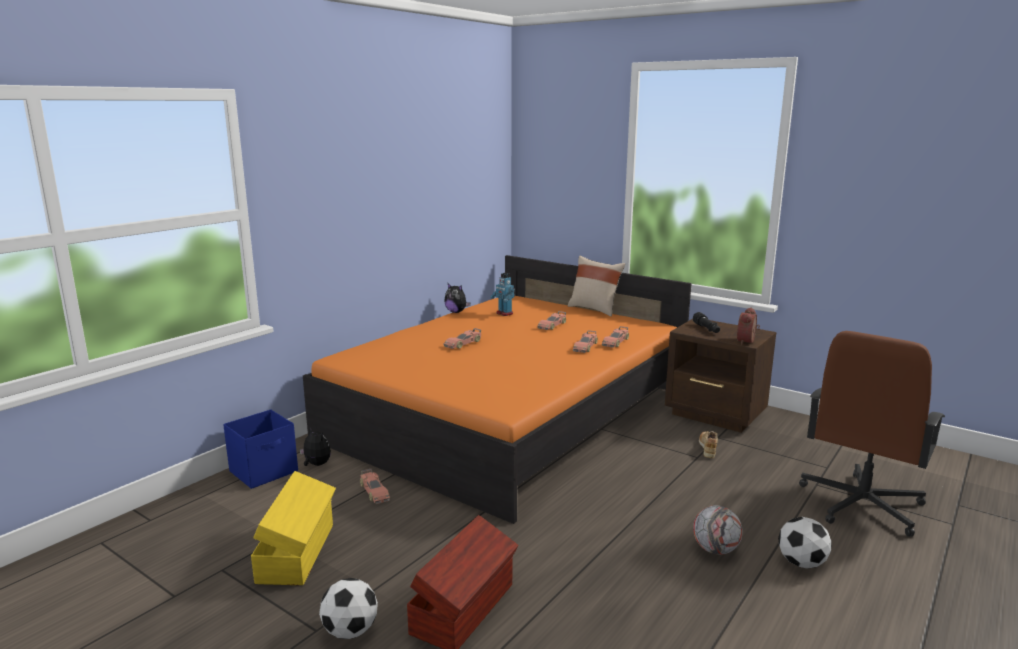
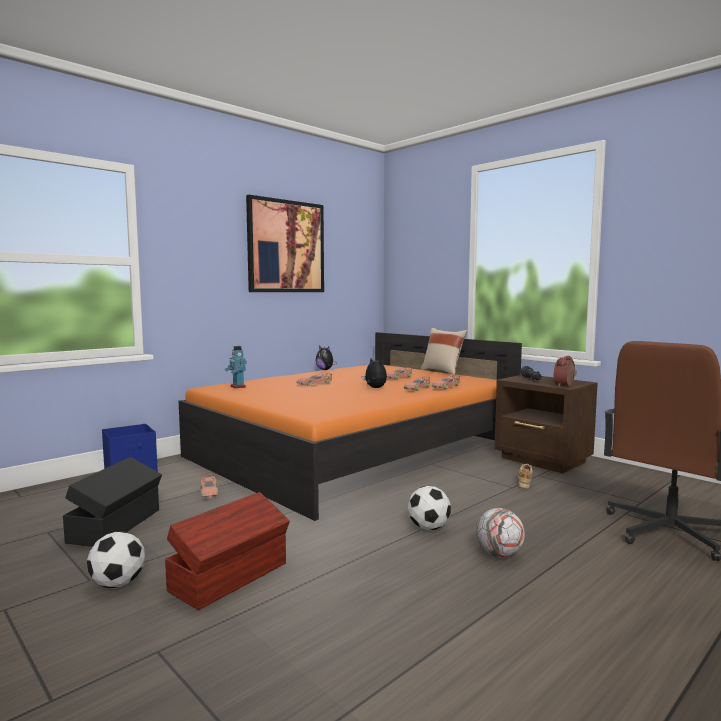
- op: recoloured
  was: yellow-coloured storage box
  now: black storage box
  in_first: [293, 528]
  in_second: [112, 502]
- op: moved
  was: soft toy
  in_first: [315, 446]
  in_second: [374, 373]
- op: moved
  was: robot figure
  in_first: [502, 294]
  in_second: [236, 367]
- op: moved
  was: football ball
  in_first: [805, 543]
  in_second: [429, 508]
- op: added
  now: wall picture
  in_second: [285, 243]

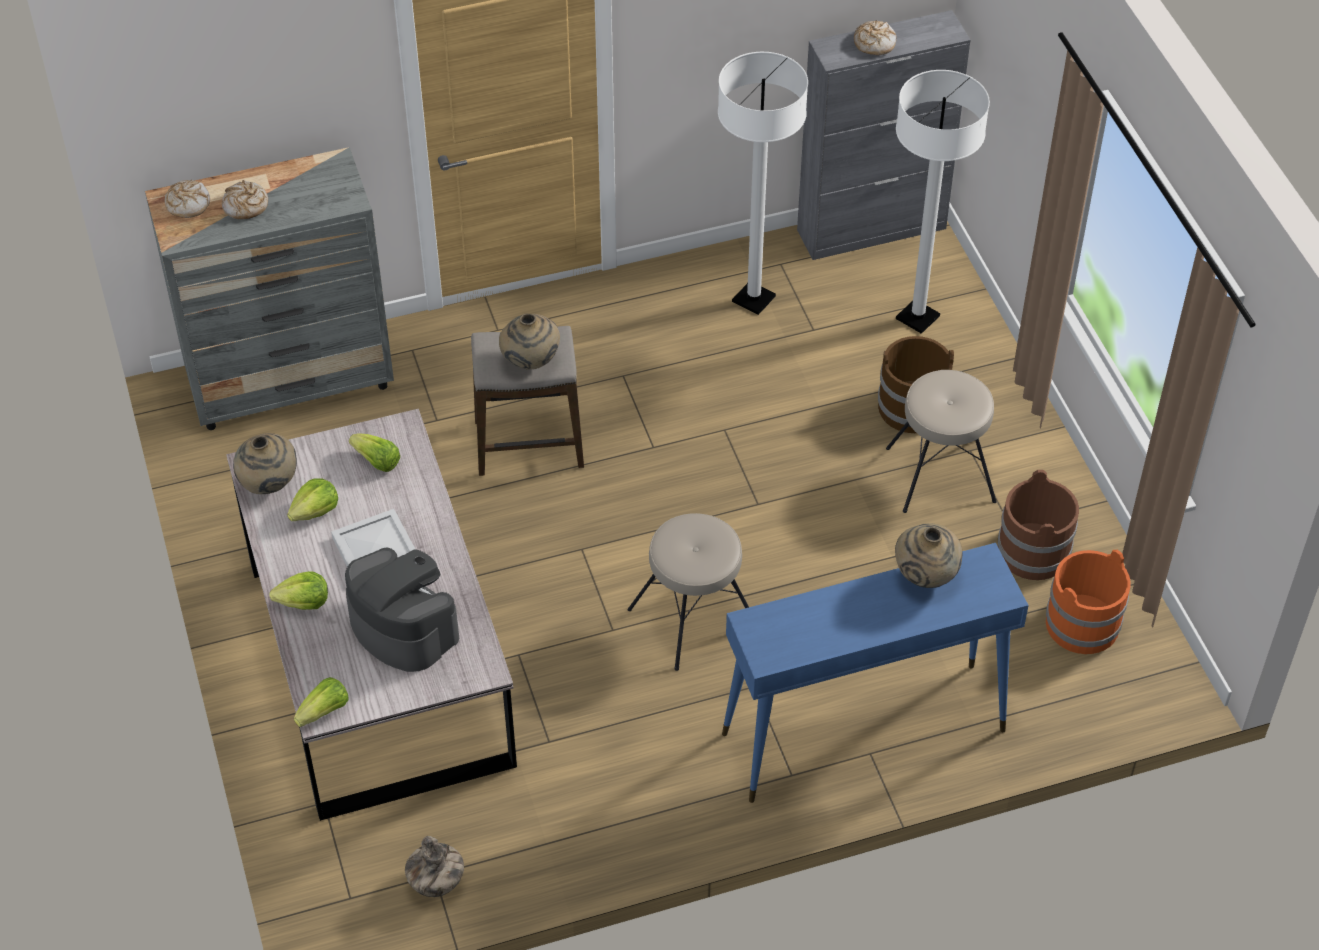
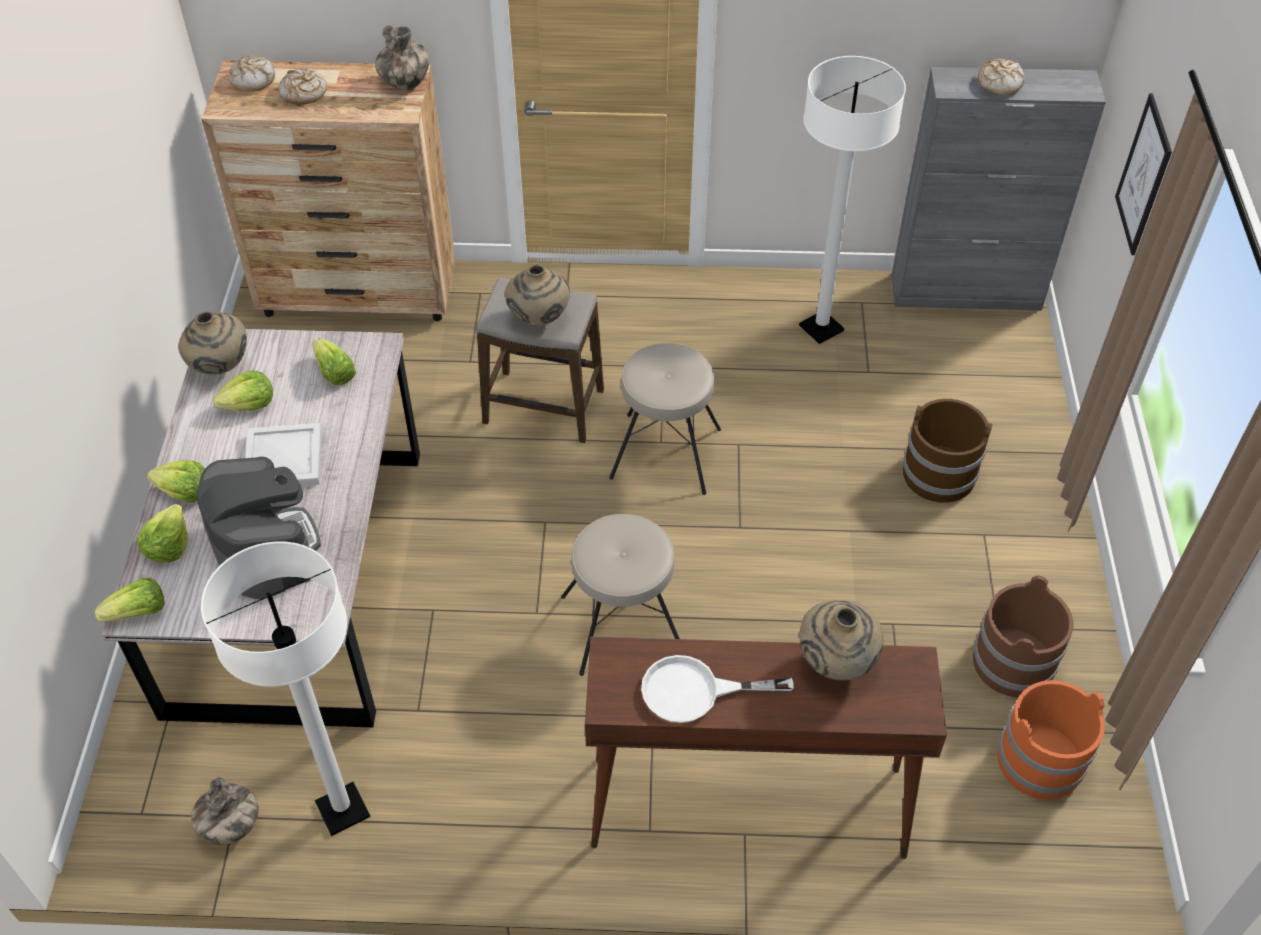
- op: recoloured
  was: grey chest of drawers
  now: brownish chest of drawers
  in_first: [269, 288]
  in_second: [328, 190]
- op: recoloured
  was: bluish hall table
  now: brownish hall table
  in_first: [875, 673]
  in_second: [766, 747]
- op: moved
  was: beige stool seat
  in_first: [941, 441]
  in_second: [665, 419]
- op: moved
  was: white standing lamp
  in_first: [943, 202]
  in_second: [285, 688]
- op: added
  now: lettuce head
  in_second: [162, 533]
- op: added
  now: vase
  in_second: [402, 57]
- op: added
  now: white pan
  in_second: [717, 689]
- op: added
  now: wall picture
  in_second: [1143, 174]

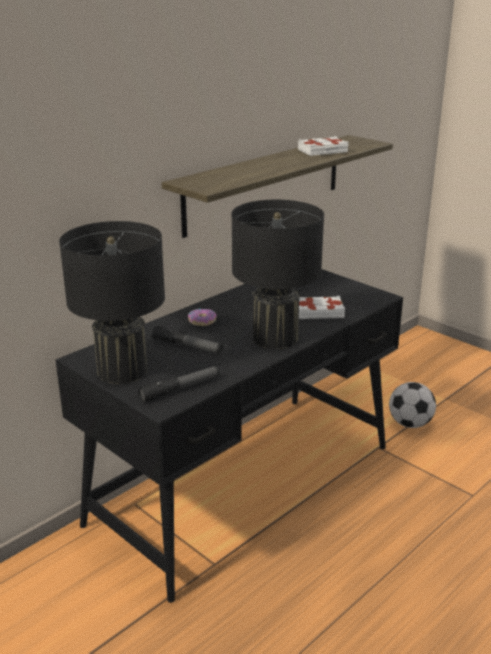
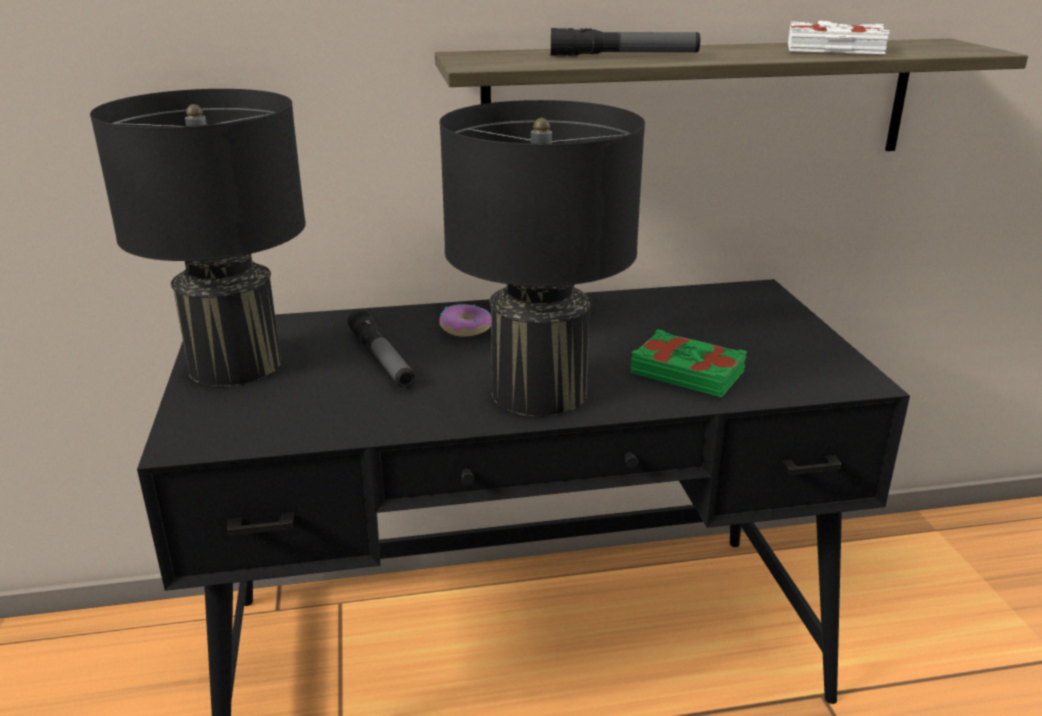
- op: moved
  was: torch
  in_first: [178, 384]
  in_second: [625, 42]
- op: recoloured
  was: white book
  now: green-coloured book
  in_first: [322, 307]
  in_second: [689, 363]
- op: removed
  was: football ball
  in_first: [412, 405]

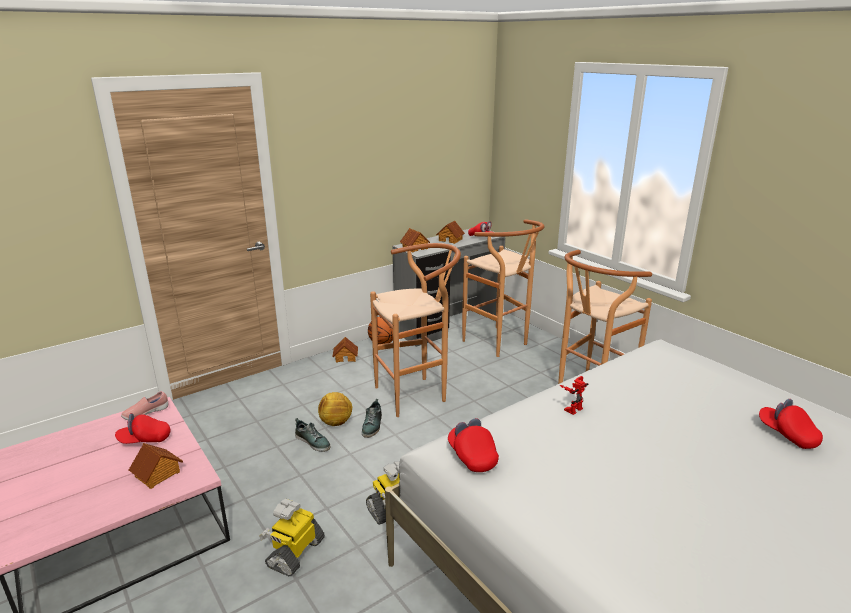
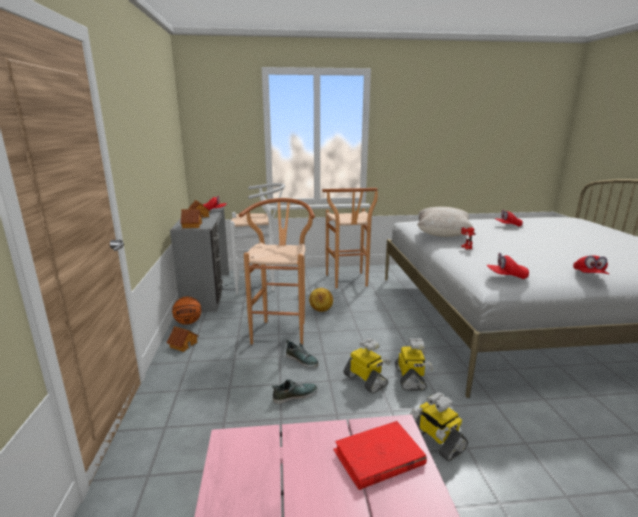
- op: moved
  was: red cap
  in_first: [142, 428]
  in_second: [591, 265]
- op: removed
  was: pinkish shoe
  in_first: [144, 405]
- op: replaced
  was: toy house
  now: red book
  in_first: [156, 466]
  in_second: [380, 455]
- op: moved
  was: football ball
  in_first: [335, 409]
  in_second: [321, 300]
- op: recoloured
  was: brownish stool seat
  now: white stool seat
  in_first: [503, 288]
  in_second: [257, 239]
- op: added
  now: robot figure
  in_second: [367, 366]
- op: added
  now: beige pillow
  in_second: [445, 222]

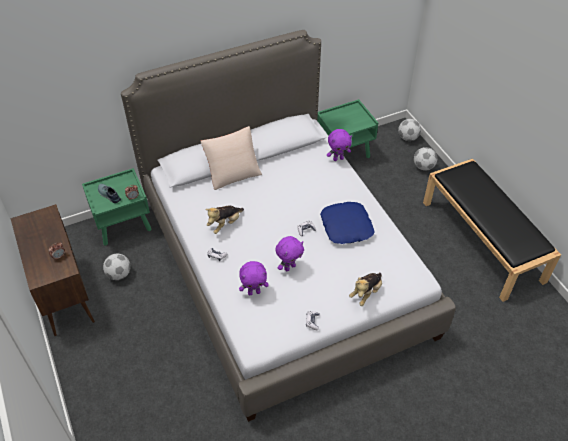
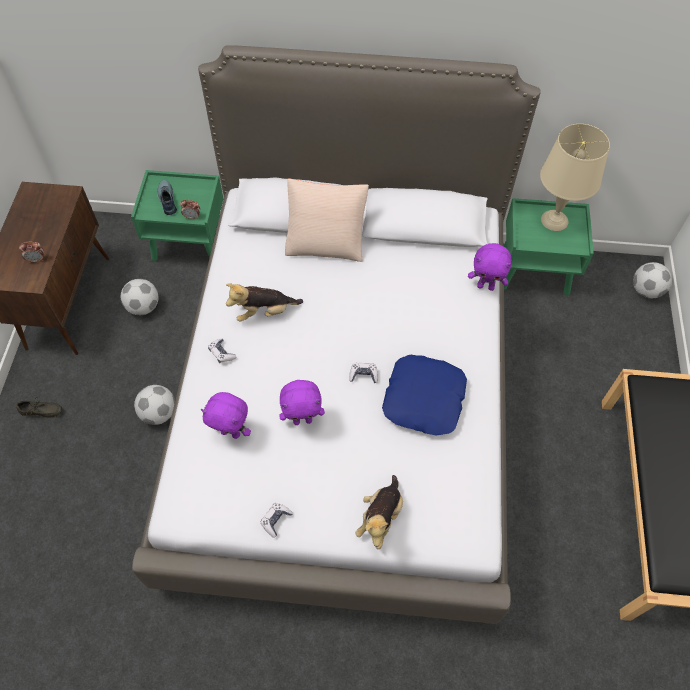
- op: turned
  was: soft toy
  in_first: [365, 289]
  in_second: [379, 512]
  clockwise: -45
- op: moved
  was: football ball
  in_first: [425, 159]
  in_second: [154, 405]
- op: added
  now: grey shoe
  in_second: [39, 407]
- op: added
  now: beige tabletop lamp
  in_second: [575, 177]

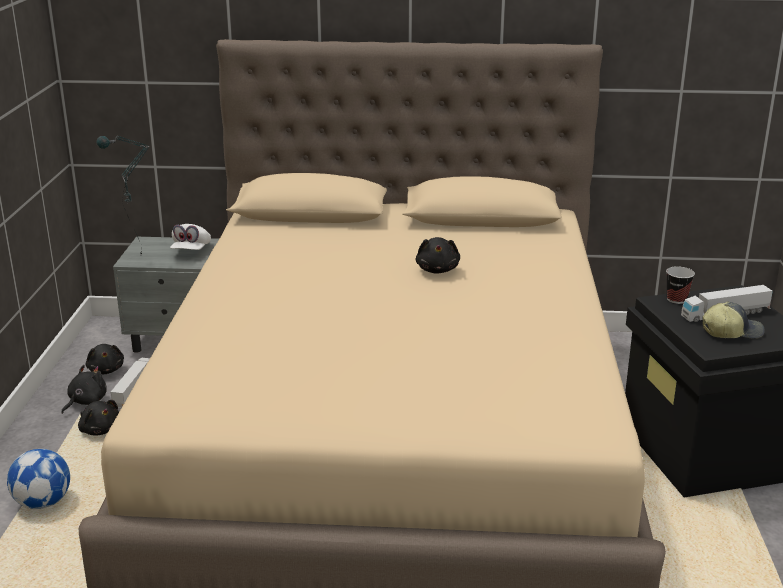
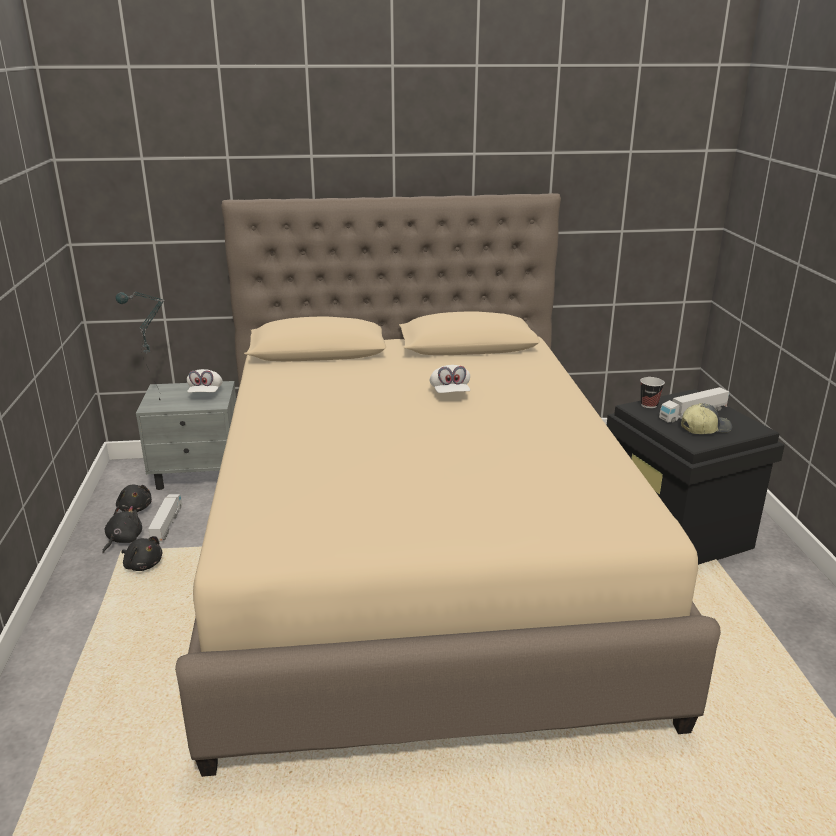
- op: removed
  was: football ball
  in_first: [38, 479]
- op: replaced
  was: black soft toy
  now: white cap
  in_first: [438, 255]
  in_second: [450, 379]

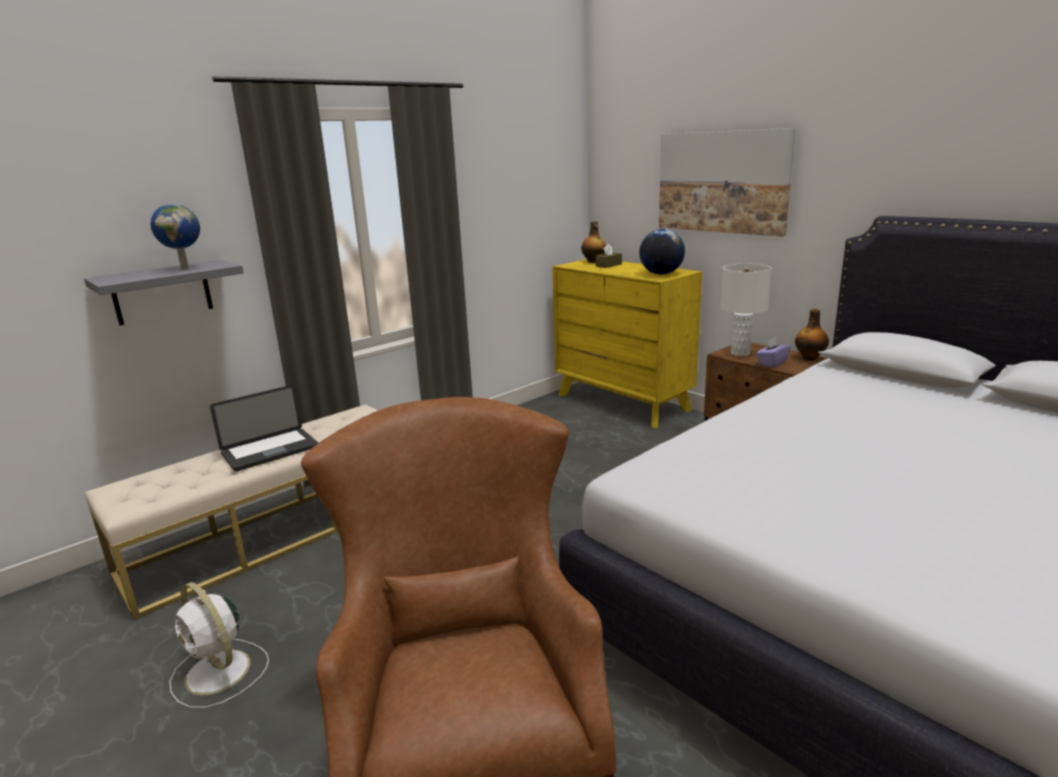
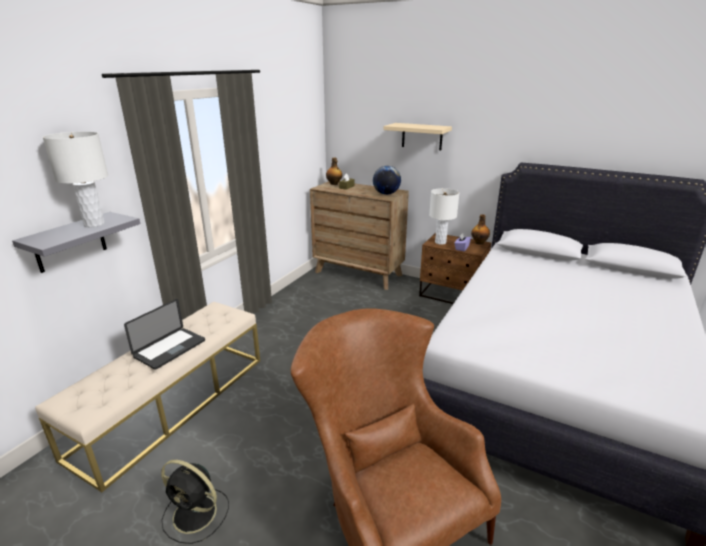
- op: replaced
  was: desk globe
  now: white tabletop lamp
  in_first: [175, 237]
  in_second: [75, 180]
- op: recoloured
  was: white fan
  now: black fan
  in_first: [219, 645]
  in_second: [195, 502]
- op: recoloured
  was: yellow-coloured chest of drawers
  now: brownish chest of drawers
  in_first: [627, 343]
  in_second: [359, 235]
- op: replaced
  was: wall picture
  now: beige bracket shelf
  in_first: [727, 182]
  in_second: [417, 136]

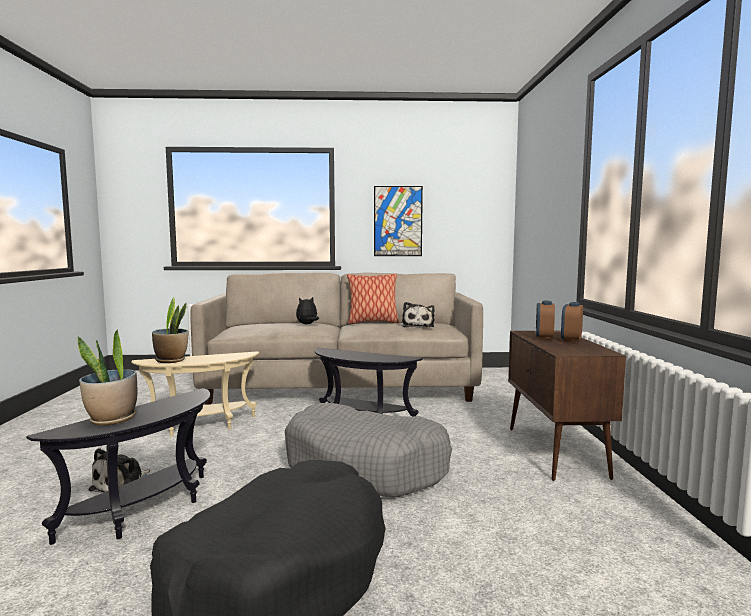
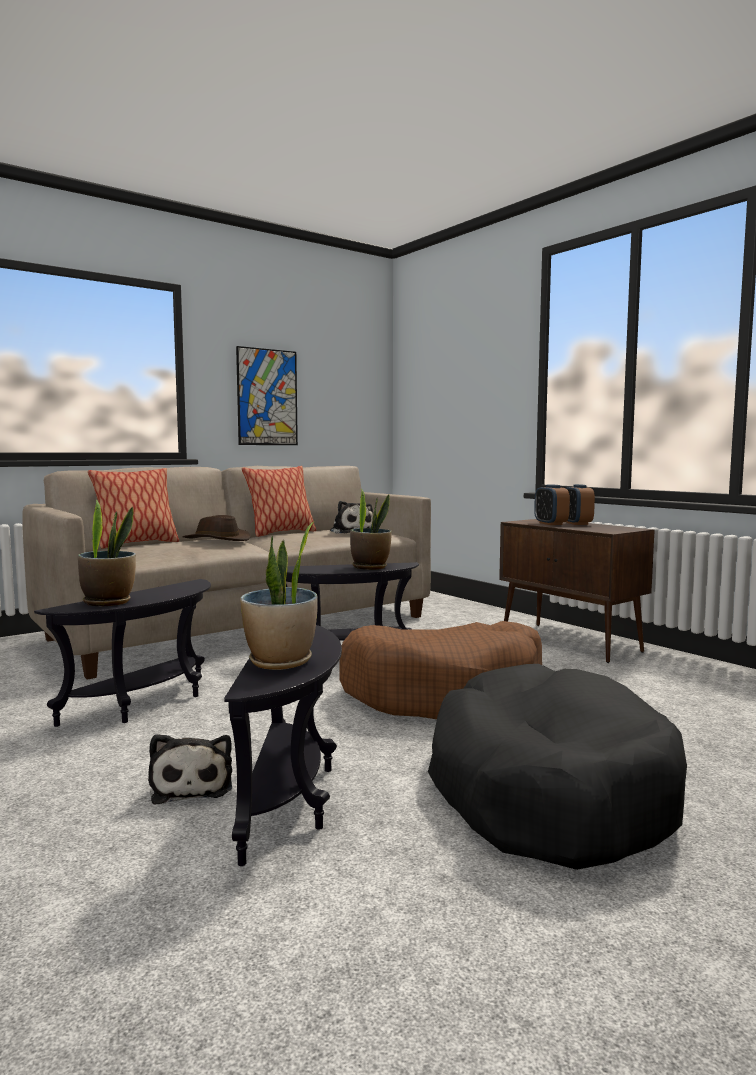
- op: recoloured
  was: beige accent table
  now: black accent table
  in_first: [195, 394]
  in_second: [122, 653]
- op: recoloured
  was: grey pet bed
  now: brownish pet bed
  in_first: [368, 450]
  in_second: [440, 670]
- op: replaced
  was: soft toy
  now: brownish hat
  in_first: [307, 310]
  in_second: [216, 528]
- op: added
  now: pillow
  in_second: [133, 508]
- op: added
  now: houseplant
  in_second: [371, 529]

